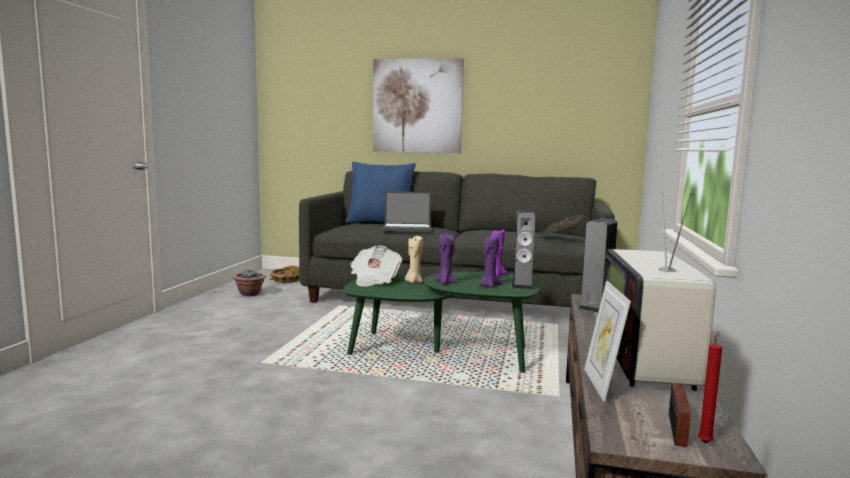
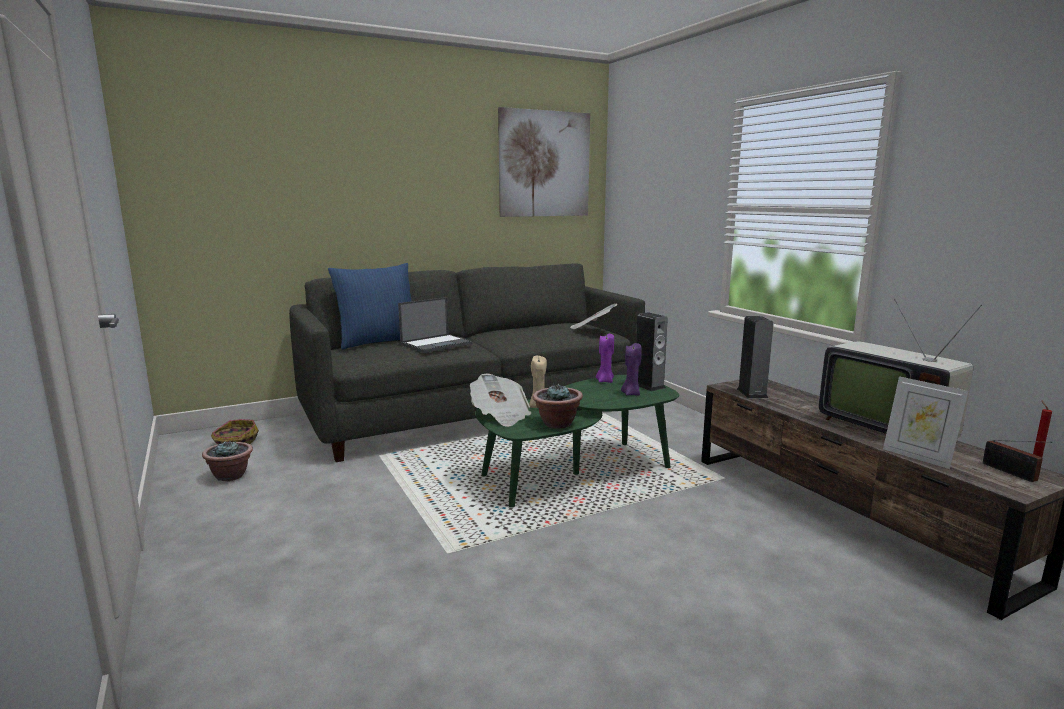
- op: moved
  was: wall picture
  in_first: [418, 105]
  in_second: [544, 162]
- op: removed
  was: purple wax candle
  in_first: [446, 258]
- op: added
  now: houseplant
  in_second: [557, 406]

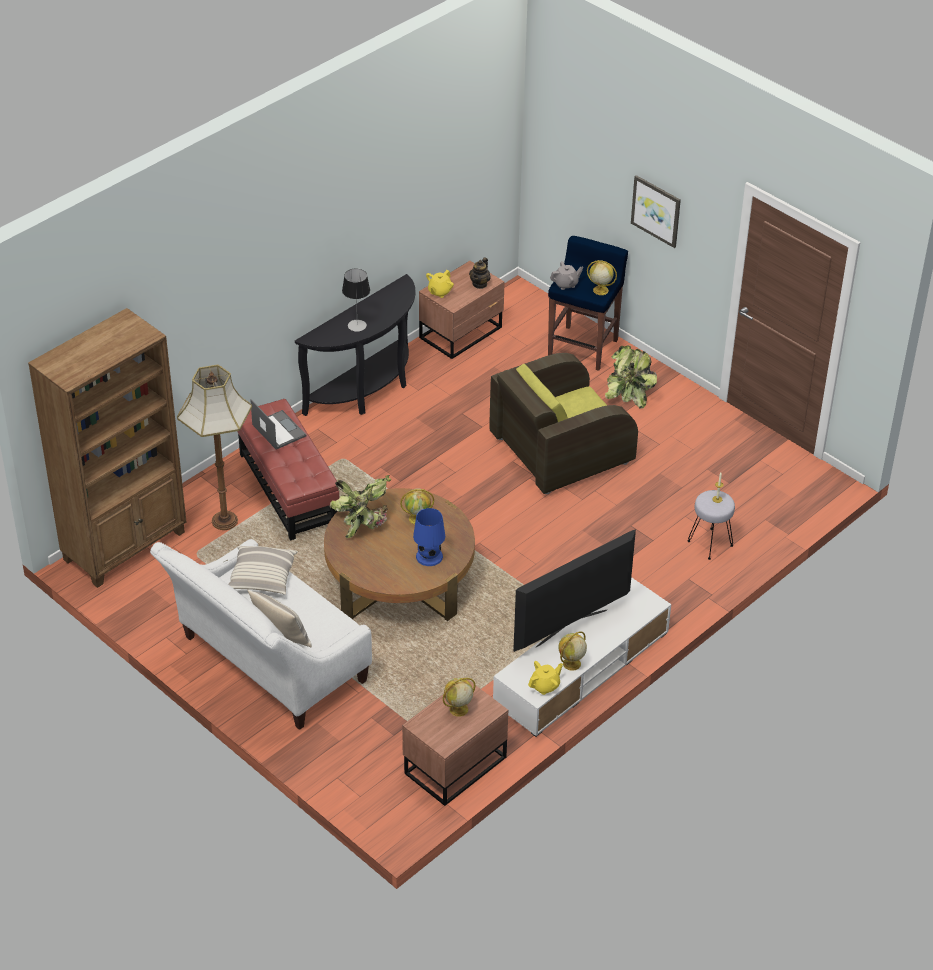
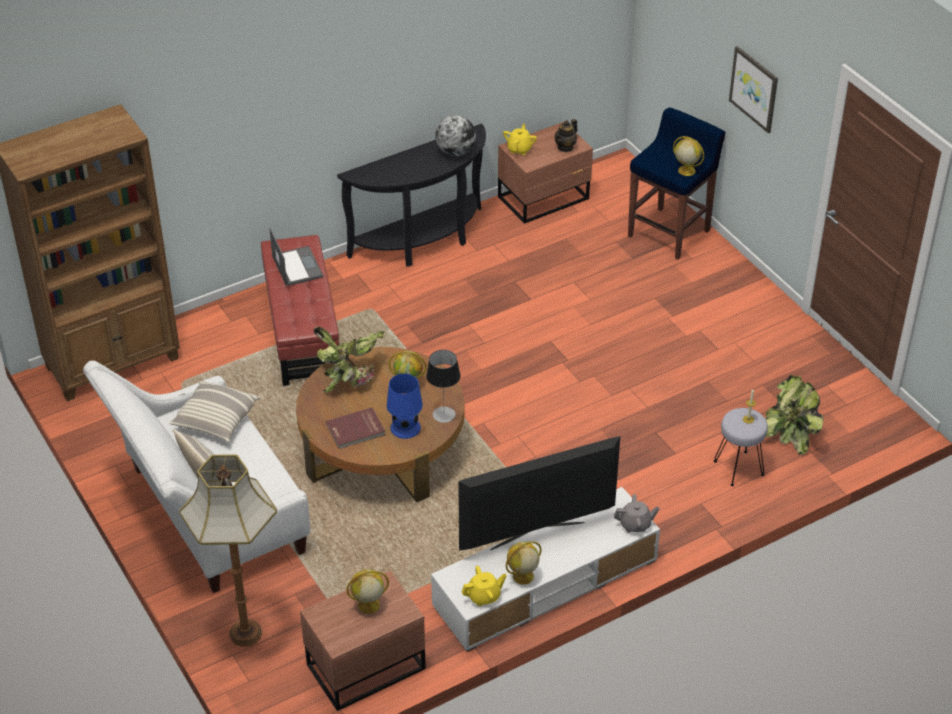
- op: moved
  was: standing lamp
  in_first: [214, 447]
  in_second: [228, 550]
- op: moved
  was: tabletop lamp
  in_first: [356, 300]
  in_second: [443, 386]
- op: turned
  was: yellow-coloured pot for tea
  in_first: [440, 284]
  in_second: [520, 139]
  clockwise: 150
- op: removed
  was: brownish easy chair
  in_first: [563, 423]
- op: moved
  was: grey pot for tea
  in_first: [566, 275]
  in_second: [637, 513]
- op: moved
  was: houseplant
  in_first: [631, 377]
  in_second: [794, 415]
- op: added
  now: red book
  in_second: [355, 428]
- op: added
  now: desk globe
  in_second: [455, 135]

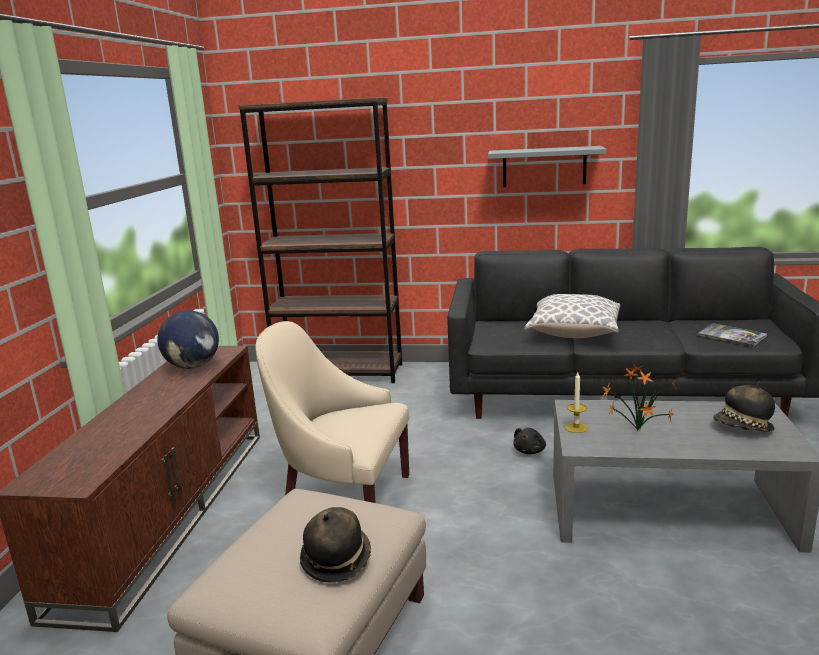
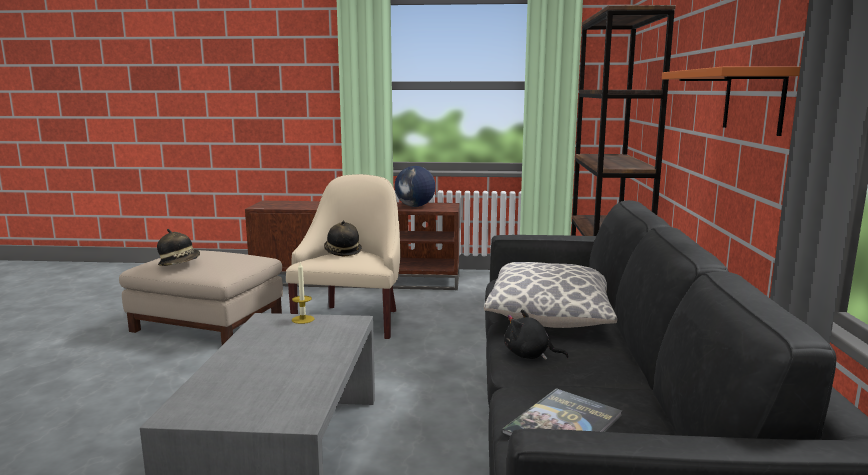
- op: recoloured
  was: grey bracket shelf
  now: orange bracket shelf
  in_first: [547, 166]
  in_second: [731, 101]
- op: moved
  was: black soft toy
  in_first: [529, 441]
  in_second: [536, 335]
- op: removed
  was: houseplant
  in_first: [639, 397]
- op: moved
  was: hat
  in_first: [744, 407]
  in_second: [343, 239]

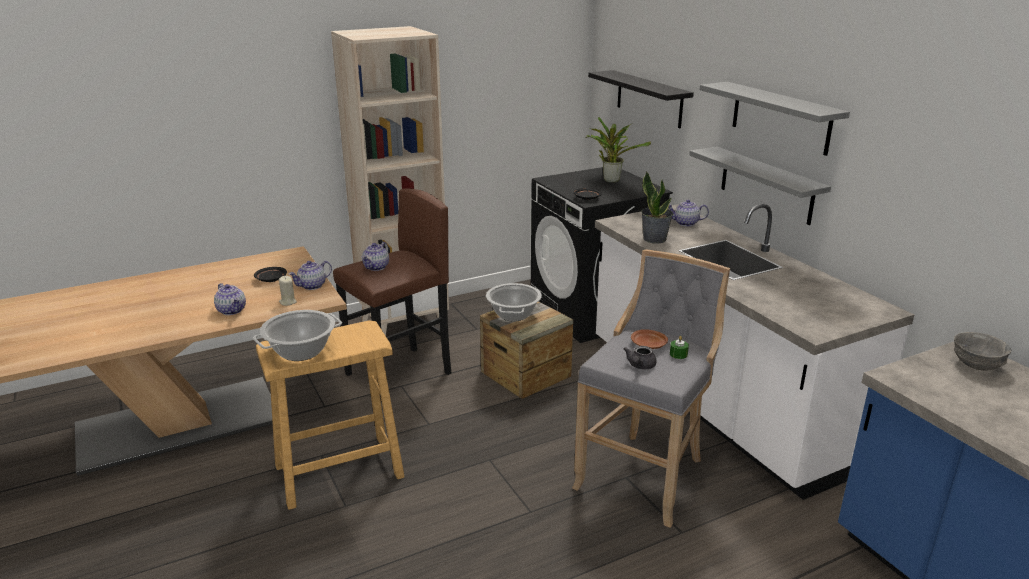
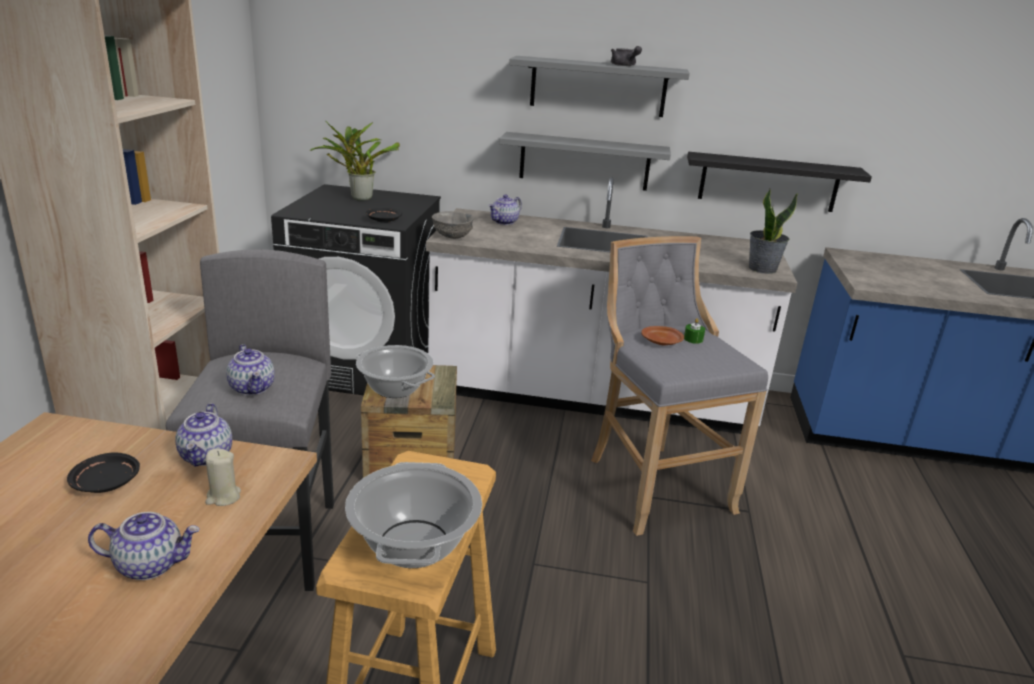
- op: recoloured
  was: brownish stool seat
  now: grey stool seat
  in_first: [392, 295]
  in_second: [250, 420]
- op: moved
  was: black bracket shelf
  in_first: [641, 99]
  in_second: [779, 182]
- op: moved
  was: grey pot for tea
  in_first: [640, 357]
  in_second: [626, 56]
- op: moved
  was: houseplant
  in_first: [657, 207]
  in_second: [773, 231]
- op: moved
  was: grey bowl
  in_first: [982, 351]
  in_second: [453, 225]

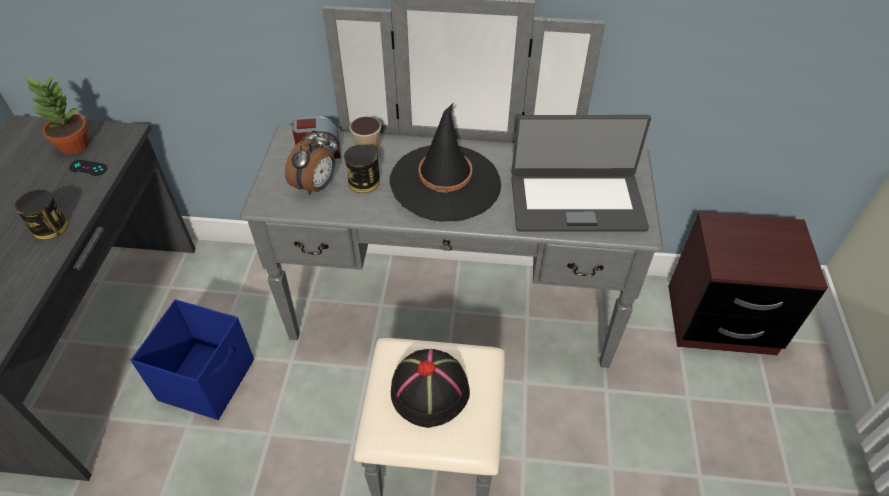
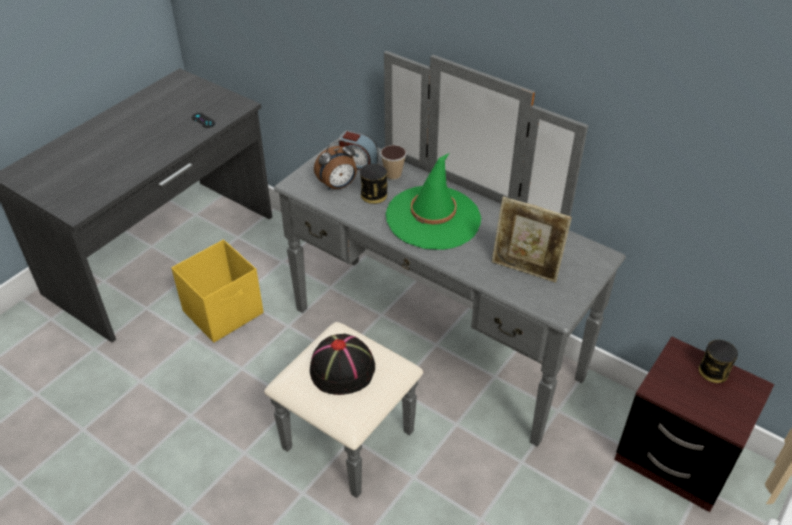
- op: moved
  was: sealed can
  in_first: [41, 215]
  in_second: [718, 361]
- op: removed
  was: houseplant
  in_first: [57, 114]
- op: recoloured
  was: bluish storage box
  now: yellow-coloured storage box
  in_first: [192, 359]
  in_second: [217, 291]
- op: recoloured
  was: black hat
  now: green-coloured hat
  in_first: [445, 162]
  in_second: [433, 201]
- op: replaced
  was: laptop
  now: standing frame
  in_first: [581, 173]
  in_second: [532, 239]

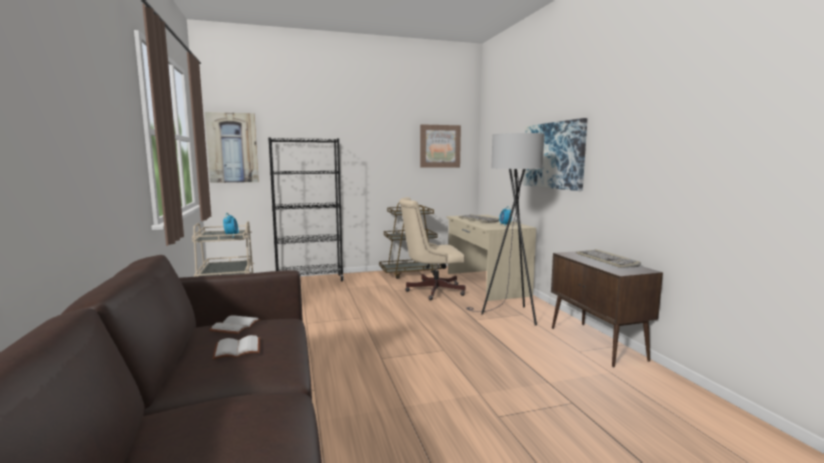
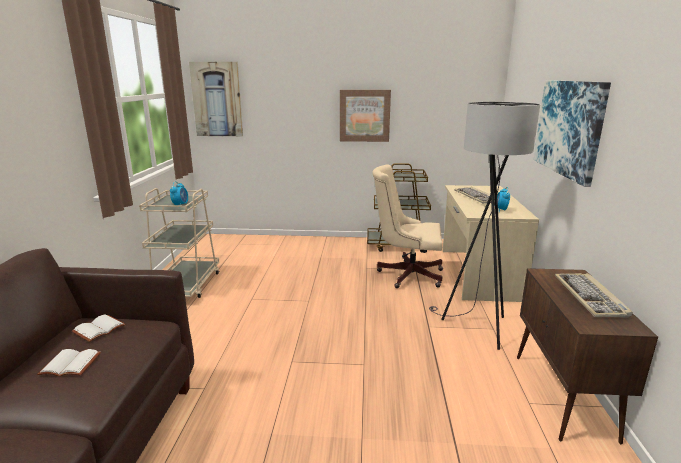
- op: removed
  was: black shelving unit
  in_first: [306, 209]
- op: moved
  was: wall picture
  in_first: [440, 146]
  in_second: [365, 116]

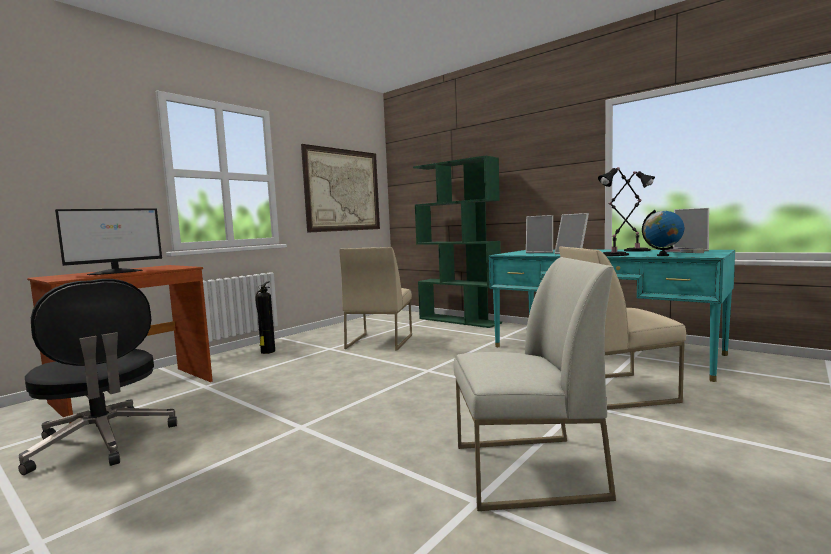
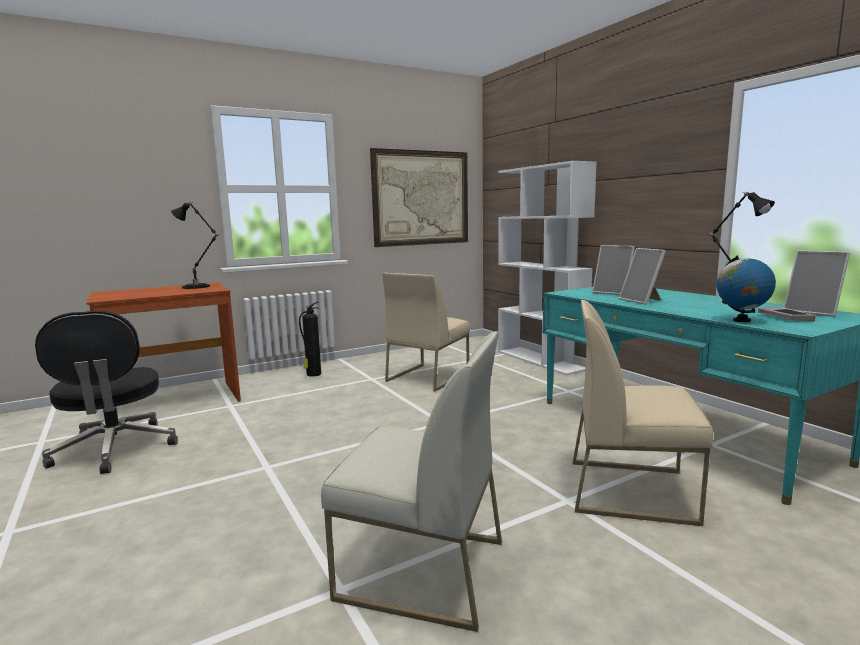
- op: removed
  was: computer display
  in_first: [108, 241]
- op: recoloured
  was: green-coloured shelving unit
  now: white shelving unit
  in_first: [457, 241]
  in_second: [547, 268]
- op: moved
  was: black tabletop lamp
  in_first: [619, 211]
  in_second: [195, 245]

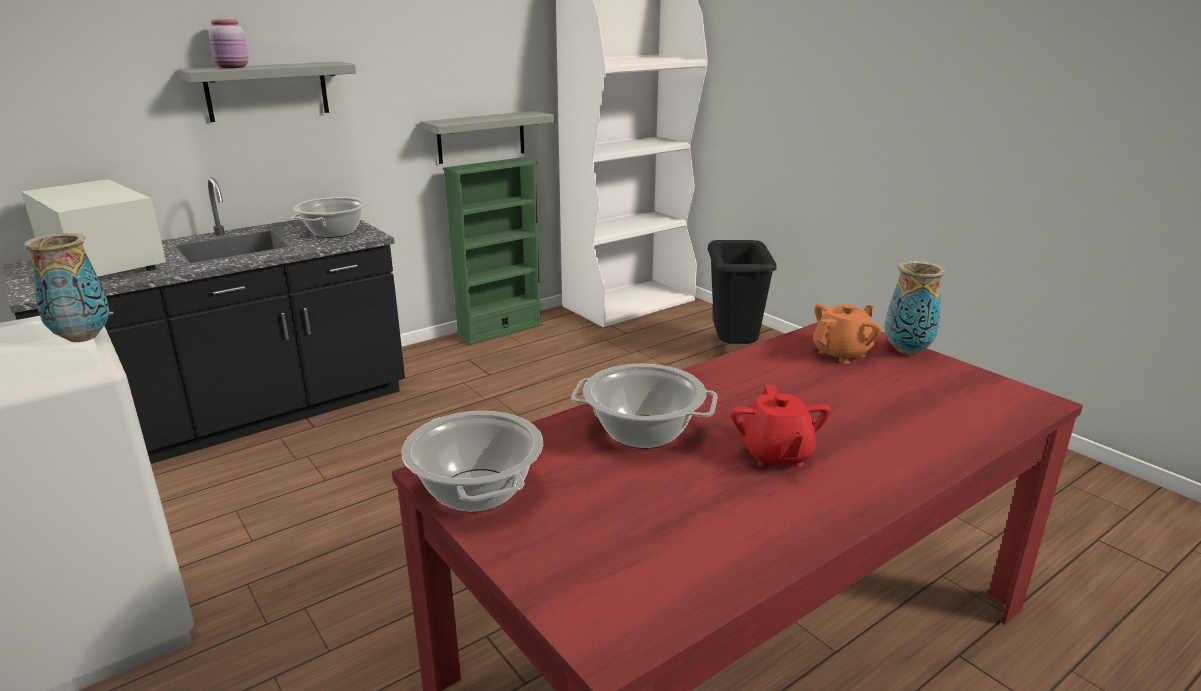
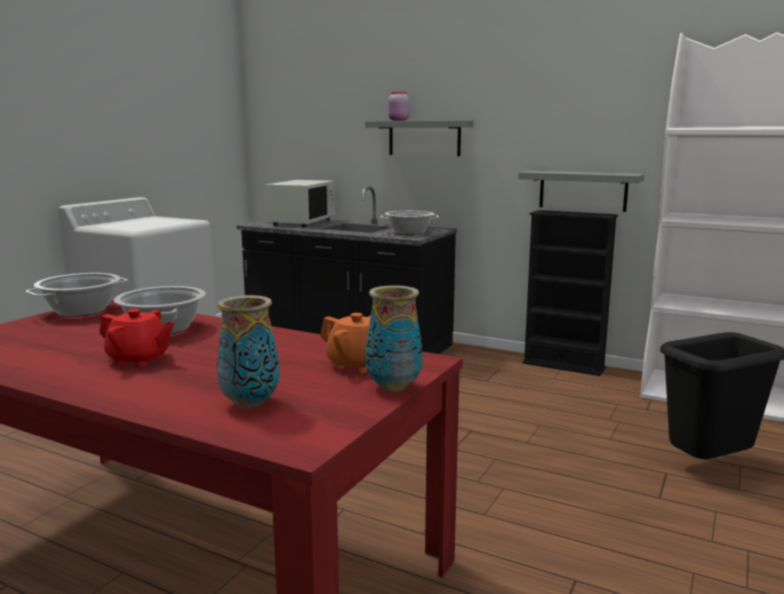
- op: moved
  was: vase
  in_first: [67, 287]
  in_second: [248, 352]
- op: recoloured
  was: green-coloured shelving unit
  now: black shelving unit
  in_first: [493, 251]
  in_second: [570, 293]
- op: turned
  was: red pot for tea
  in_first: [781, 426]
  in_second: [136, 338]
  clockwise: -135

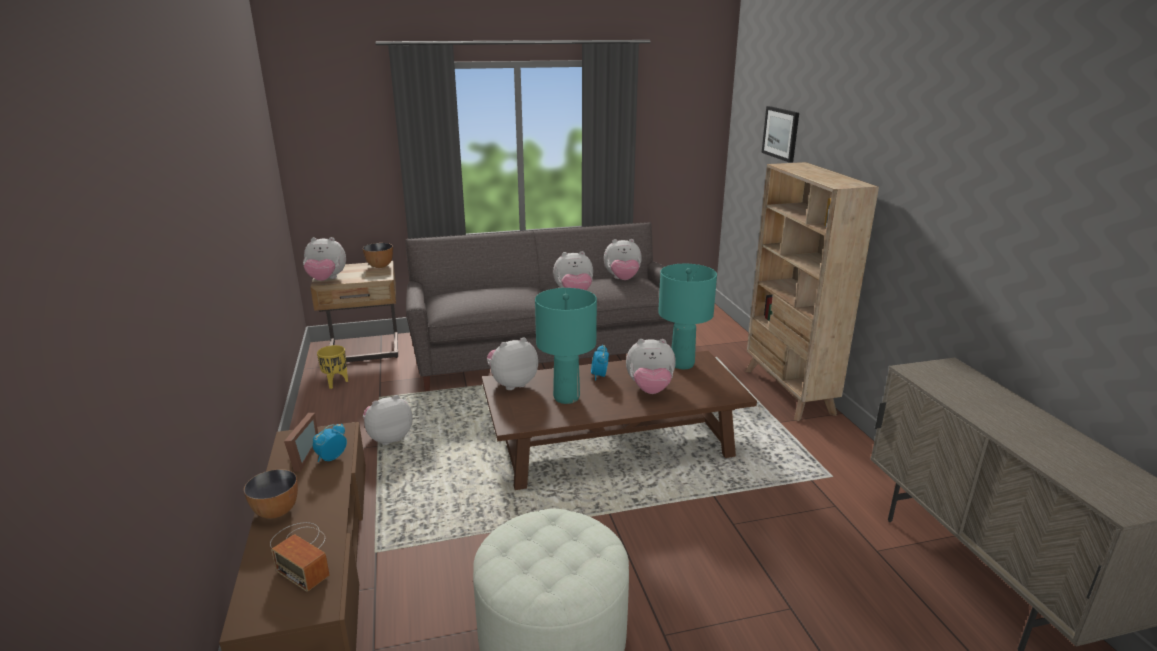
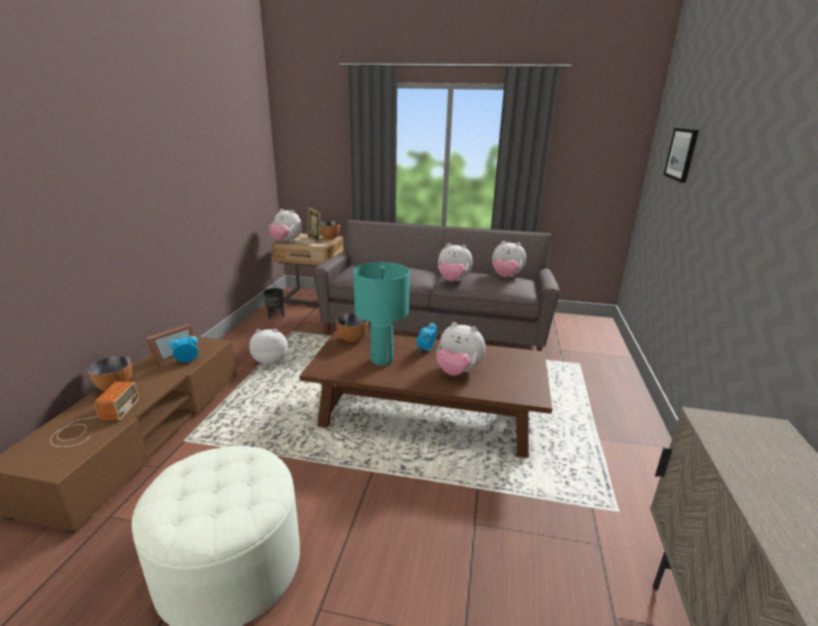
- op: turned
  was: radio
  in_first: [300, 557]
  in_second: [94, 414]
  clockwise: -150
- op: recoloured
  was: yellow-coloured flower pot
  now: black flower pot
  in_first: [332, 367]
  in_second: [273, 303]
- op: replaced
  was: soft toy
  now: bowl
  in_first: [512, 363]
  in_second: [352, 327]
- op: removed
  was: turquoise tabletop lamp
  in_first: [687, 316]
- op: removed
  was: beige shelving unit
  in_first: [812, 291]
- op: added
  now: standing frame
  in_second: [314, 225]

